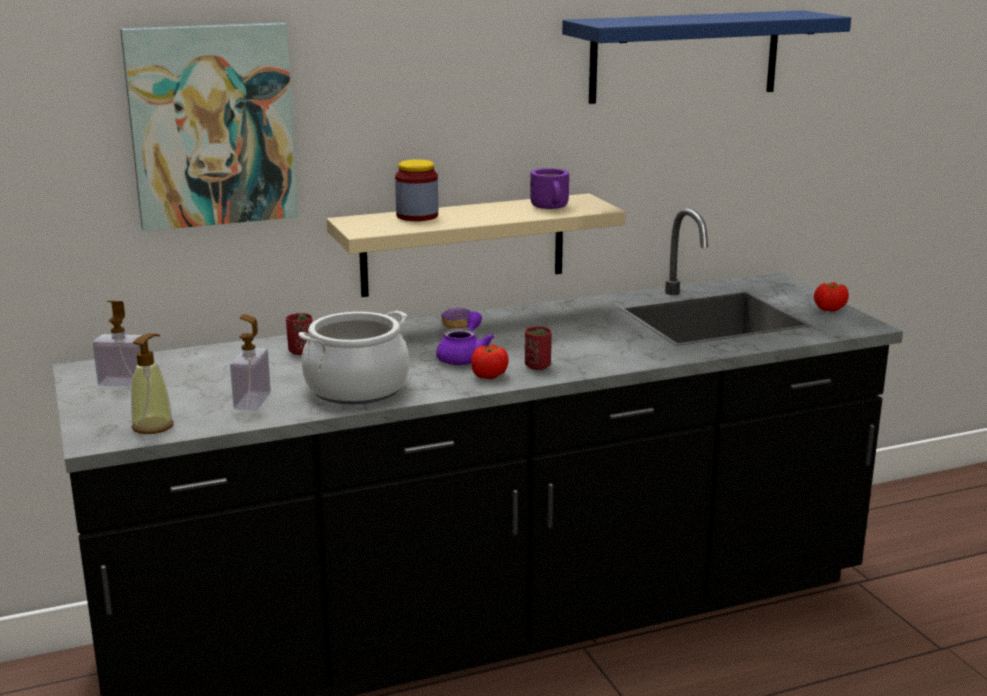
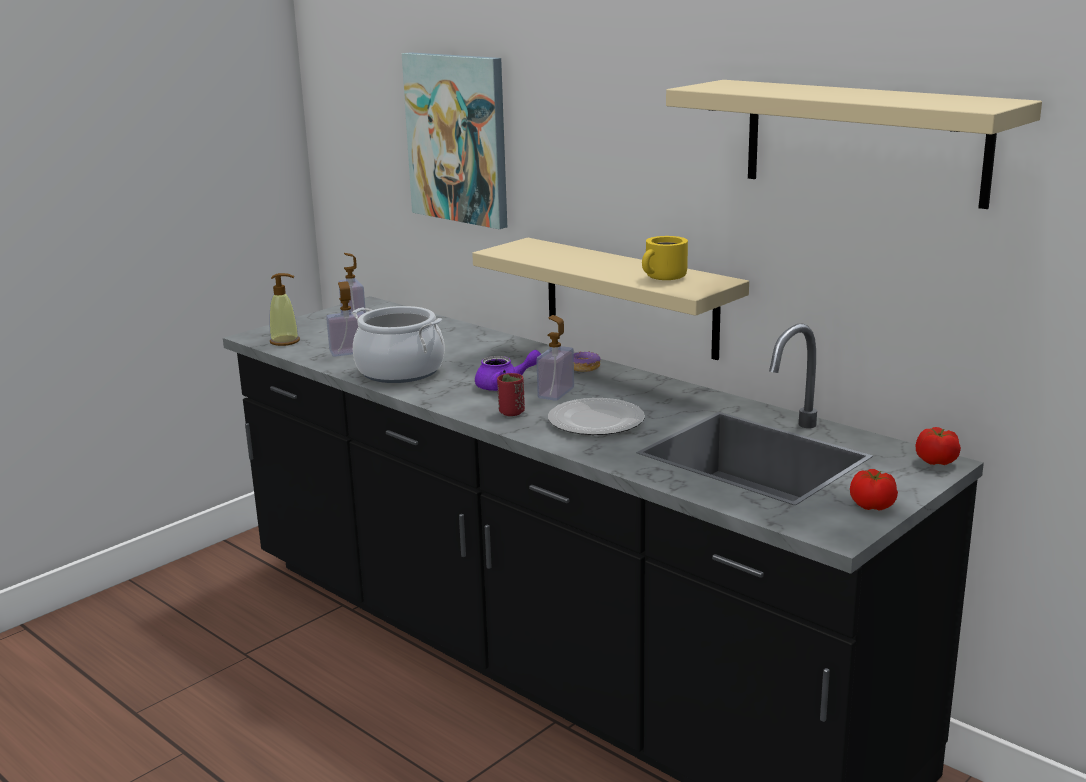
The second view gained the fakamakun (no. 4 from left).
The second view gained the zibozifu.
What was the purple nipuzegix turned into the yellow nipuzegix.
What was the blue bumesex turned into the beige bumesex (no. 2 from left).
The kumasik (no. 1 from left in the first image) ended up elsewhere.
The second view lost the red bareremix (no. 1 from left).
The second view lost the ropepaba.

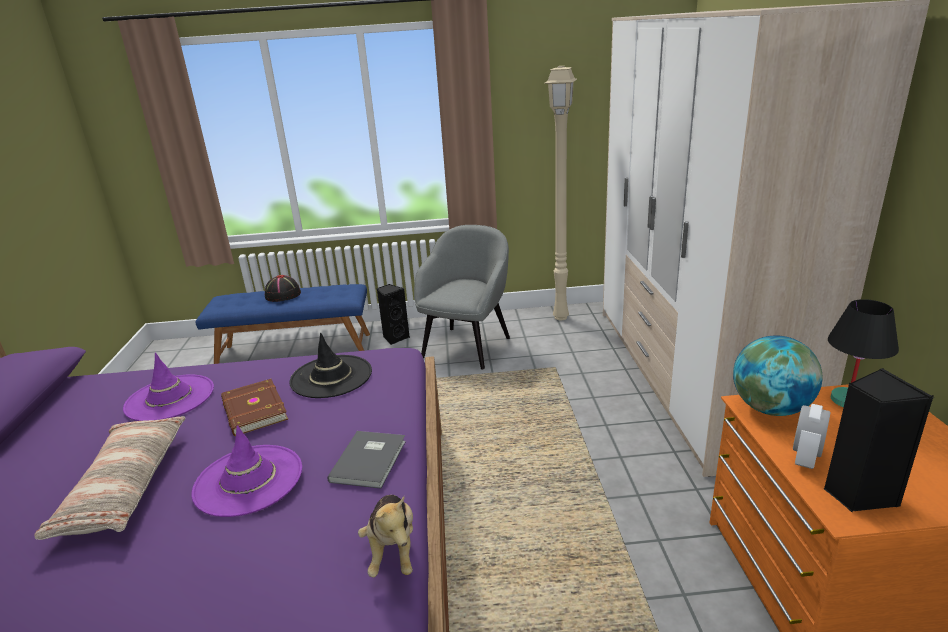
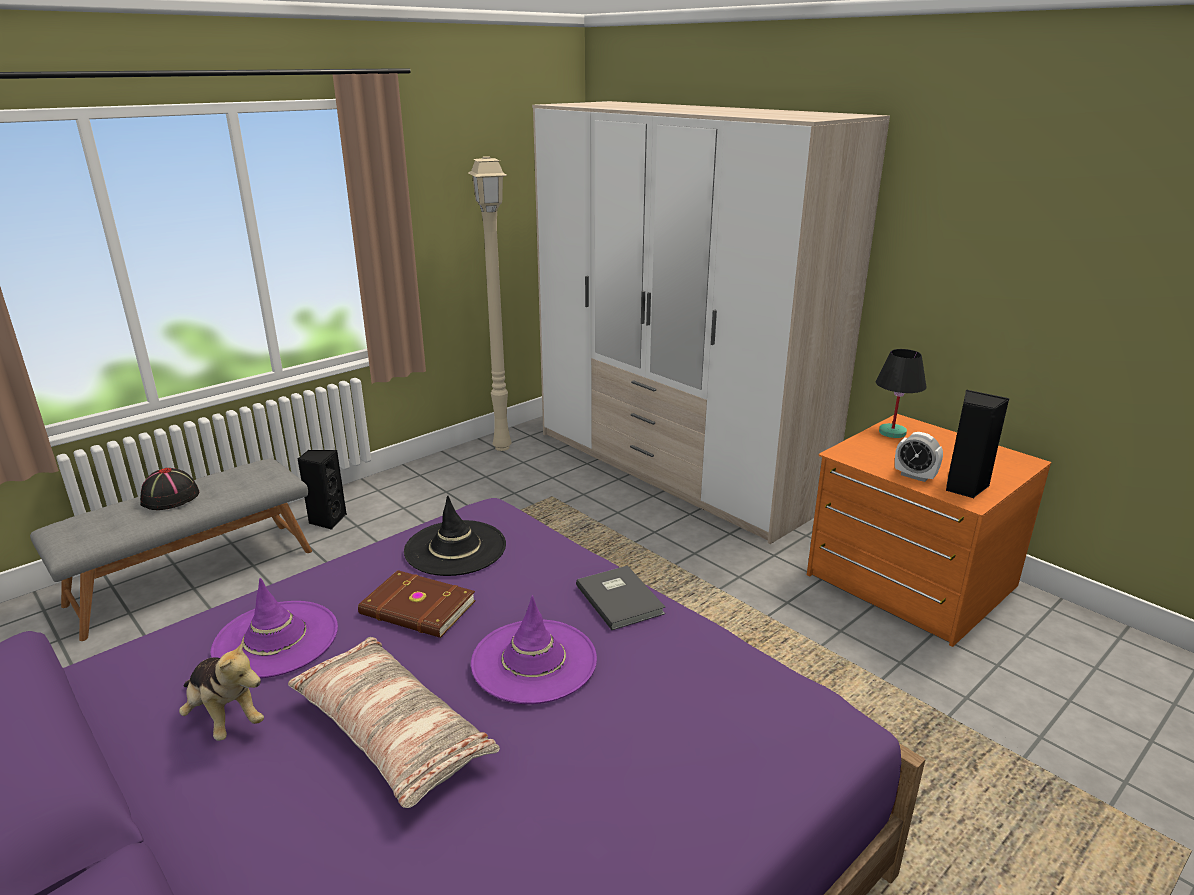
What was the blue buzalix turned into the grey buzalix.
The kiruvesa ended up elsewhere.
The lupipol ended up facing another way, 135 degrees clockwise from before.
The second view lost the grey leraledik.
The second view lost the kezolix.

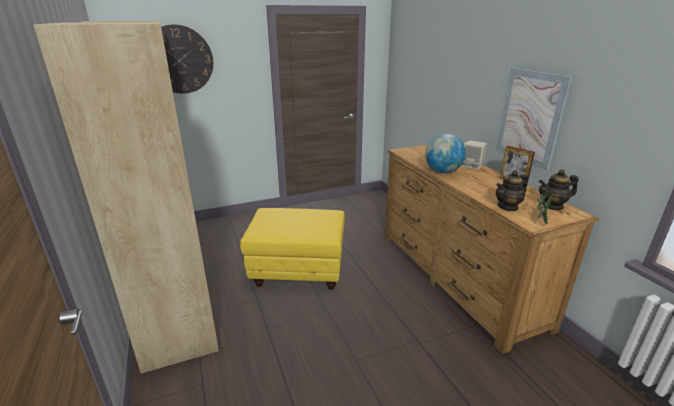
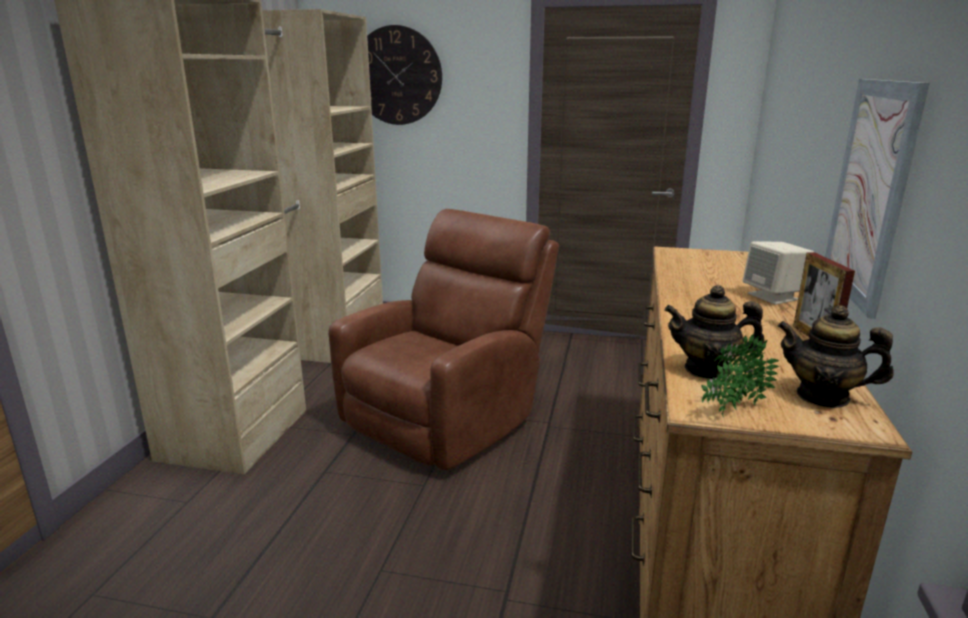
Where the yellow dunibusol stood, the brown leraledik came to stand.
The second view lost the kezolix.

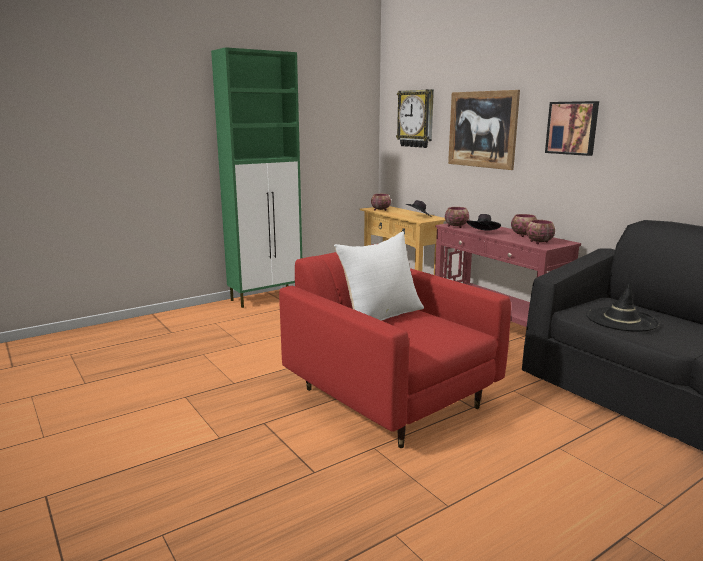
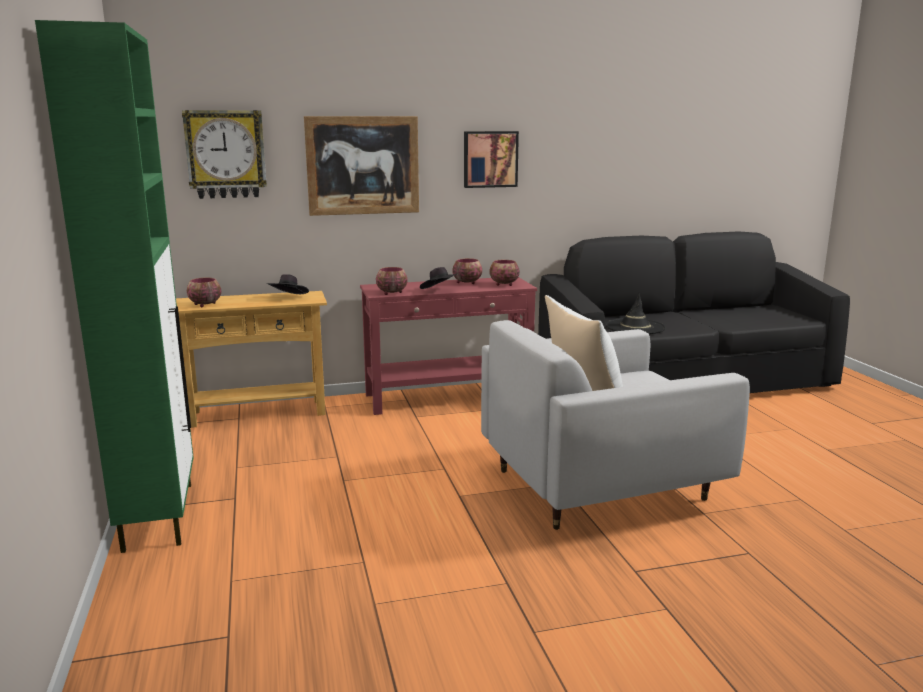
What was the red leraledik turned into the white leraledik.

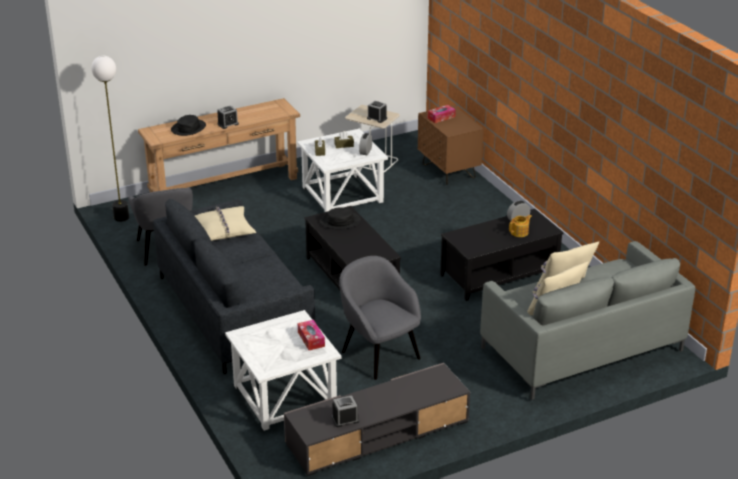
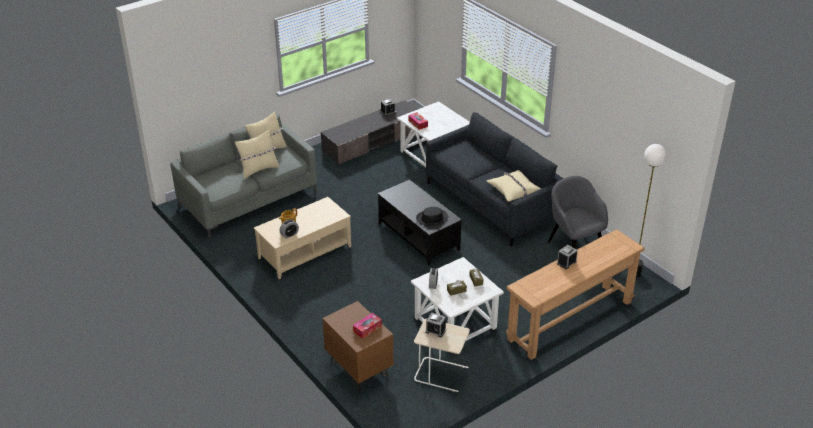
What was the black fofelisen (no. 2 from left) turned into the beige fofelisen.
The second view lost the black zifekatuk (no. 1 from left).
The second view lost the grey leraledik (no. 2 from left).

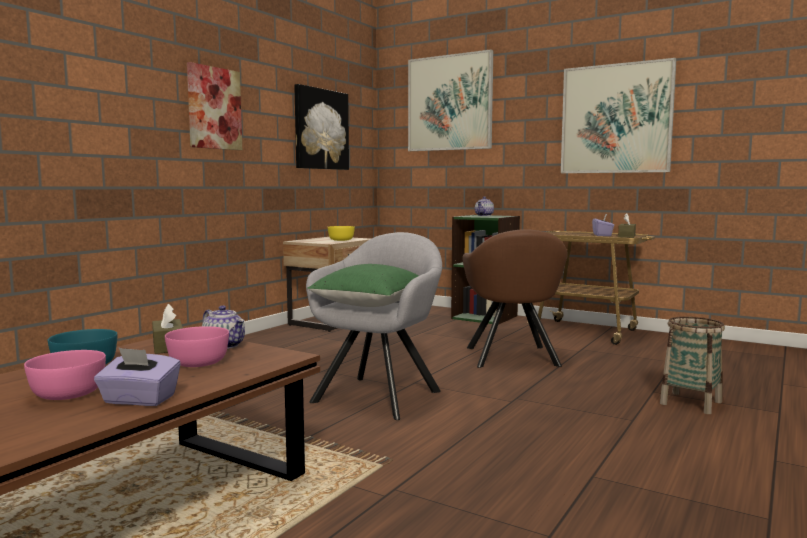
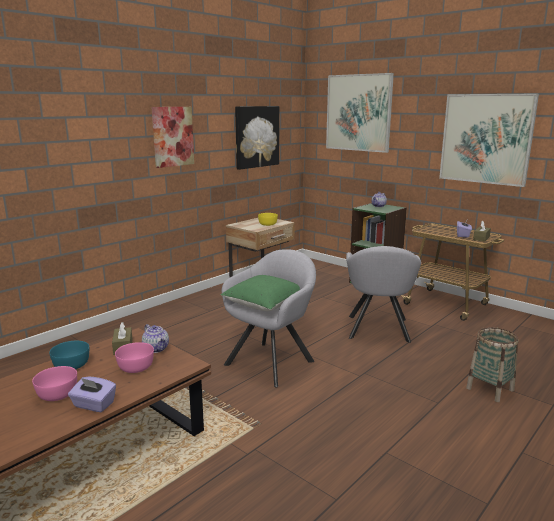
What was the brown leraledik turned into the grey leraledik (no. 2 from left).

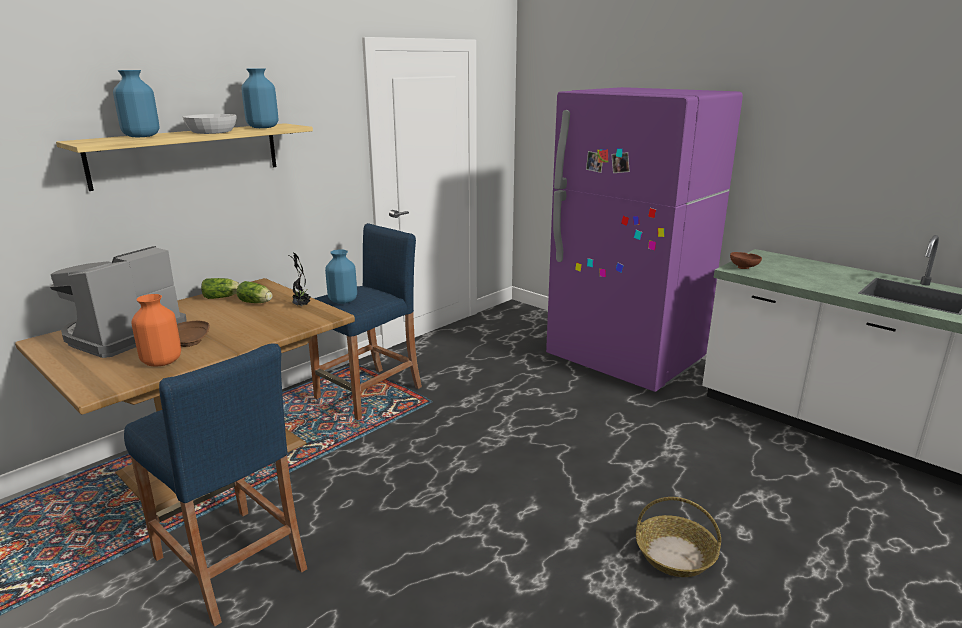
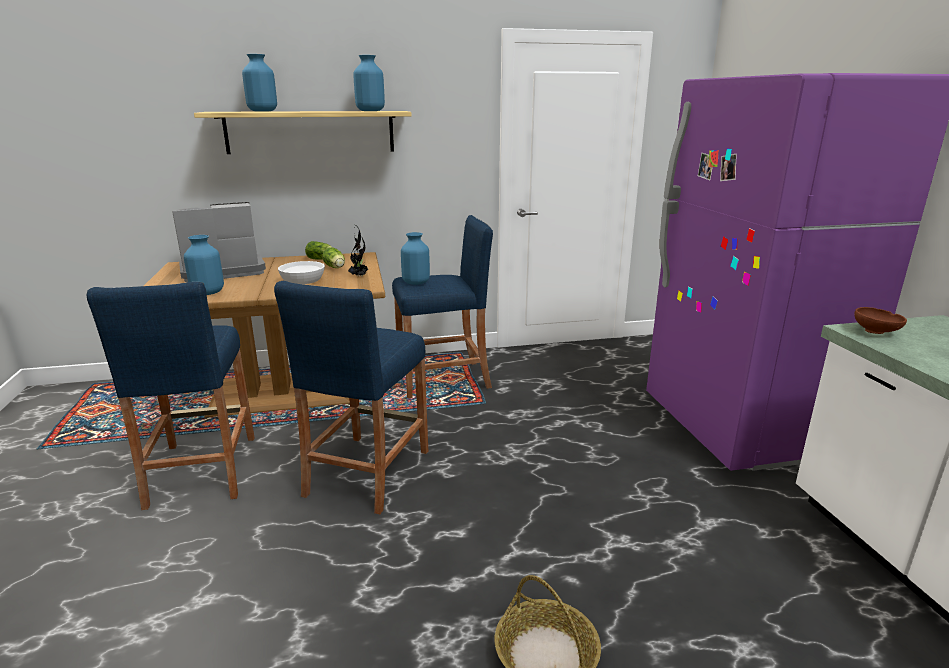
What was the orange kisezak turned into the blue kisezak (no. 1 from left).
The second view gained the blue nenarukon (no. 2 from left).
The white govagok ended up elsewhere.
The second view lost the brown zibozifu.

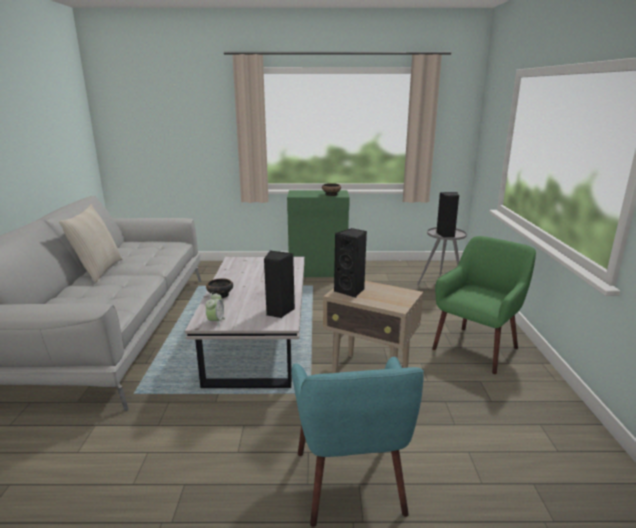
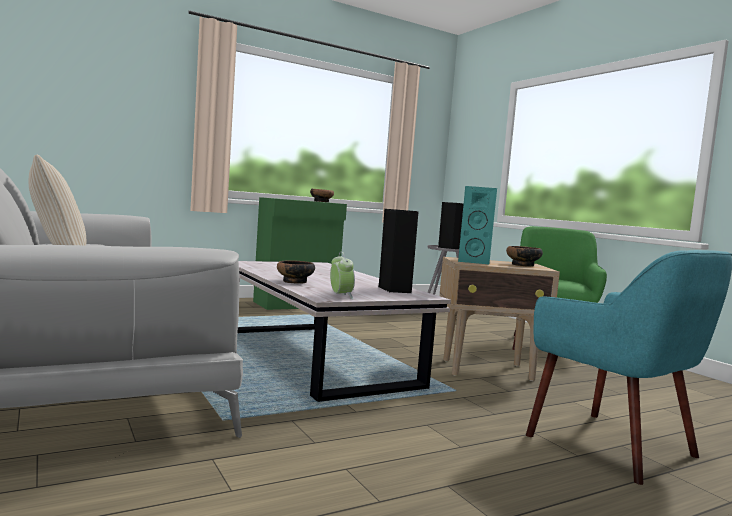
What was the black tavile (no. 2 from left) turned into the turquoise tavile.
The second view gained the govagok (no. 3 from left).

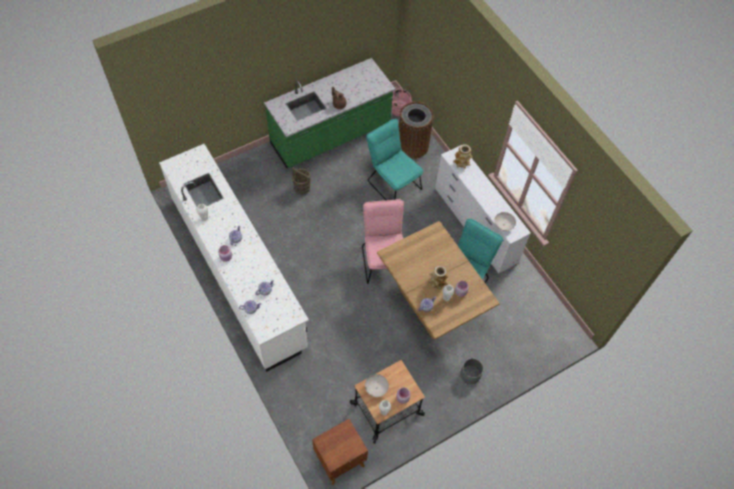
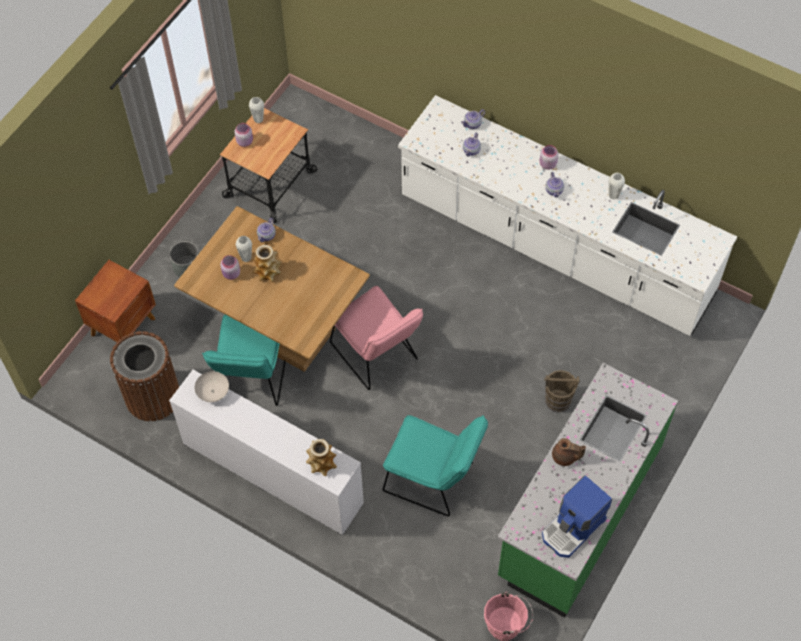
The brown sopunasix ended up elsewhere.
The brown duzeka ended up elsewhere.
The second view gained the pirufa.
The second view lost the white govagok (no. 1 from left).

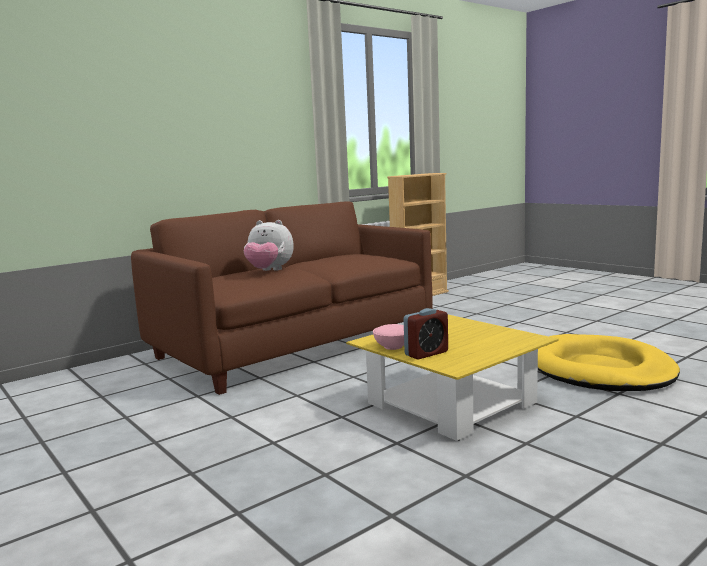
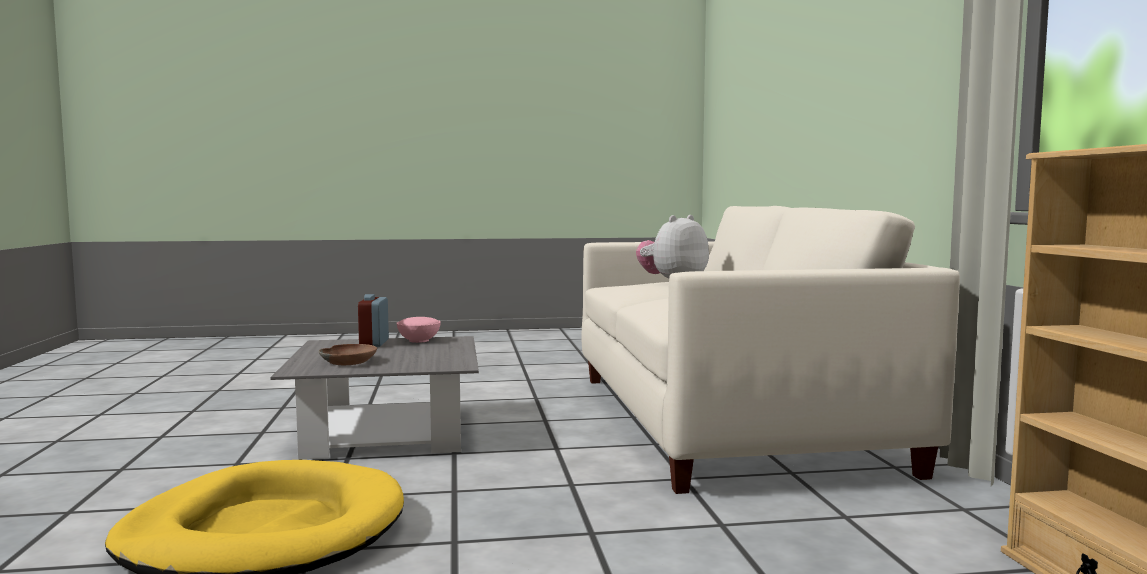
What was the yellow fofelisen turned into the grey fofelisen.
The second view gained the brown govagok.
What was the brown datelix turned into the white datelix.

